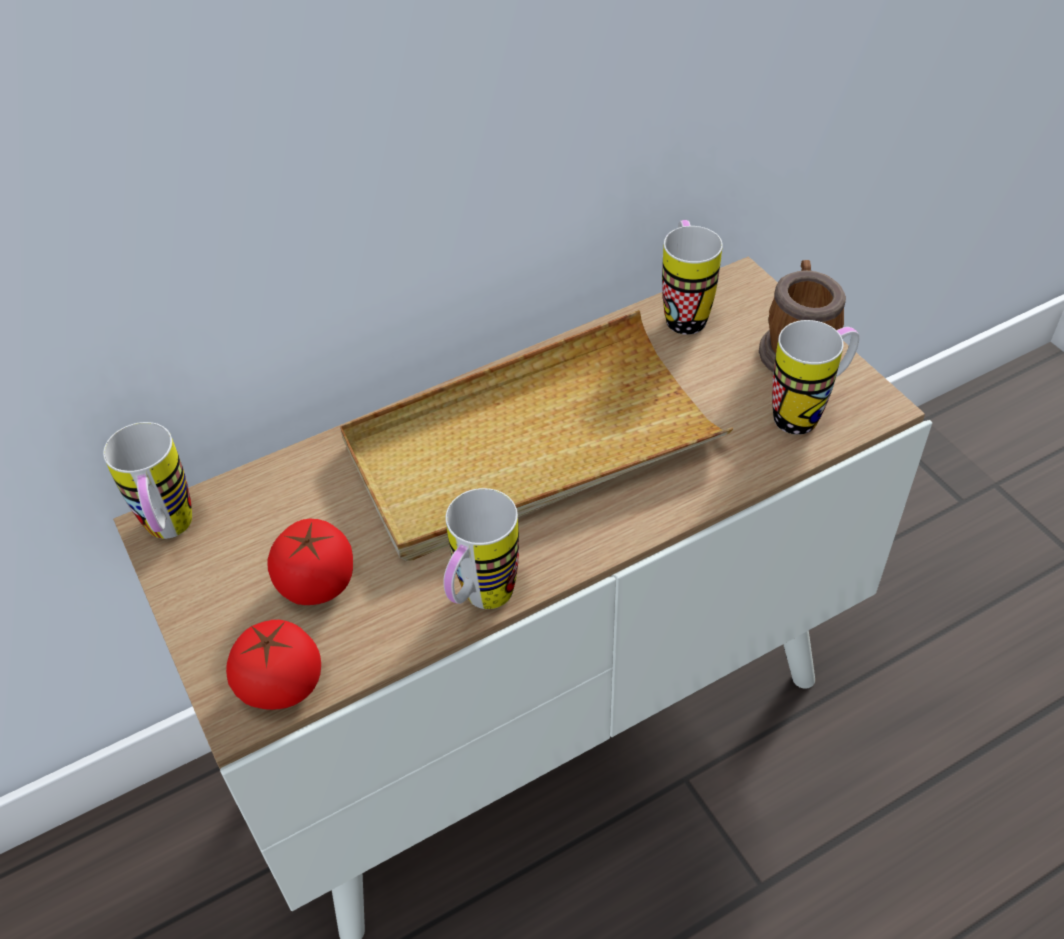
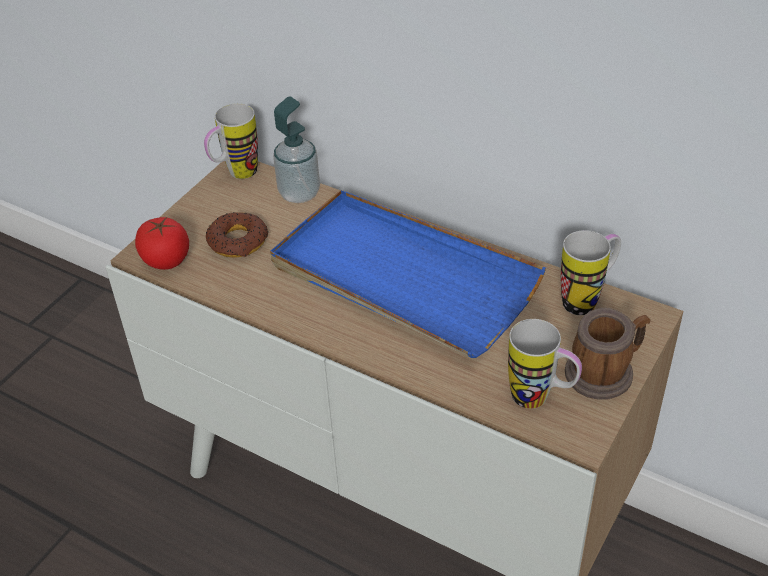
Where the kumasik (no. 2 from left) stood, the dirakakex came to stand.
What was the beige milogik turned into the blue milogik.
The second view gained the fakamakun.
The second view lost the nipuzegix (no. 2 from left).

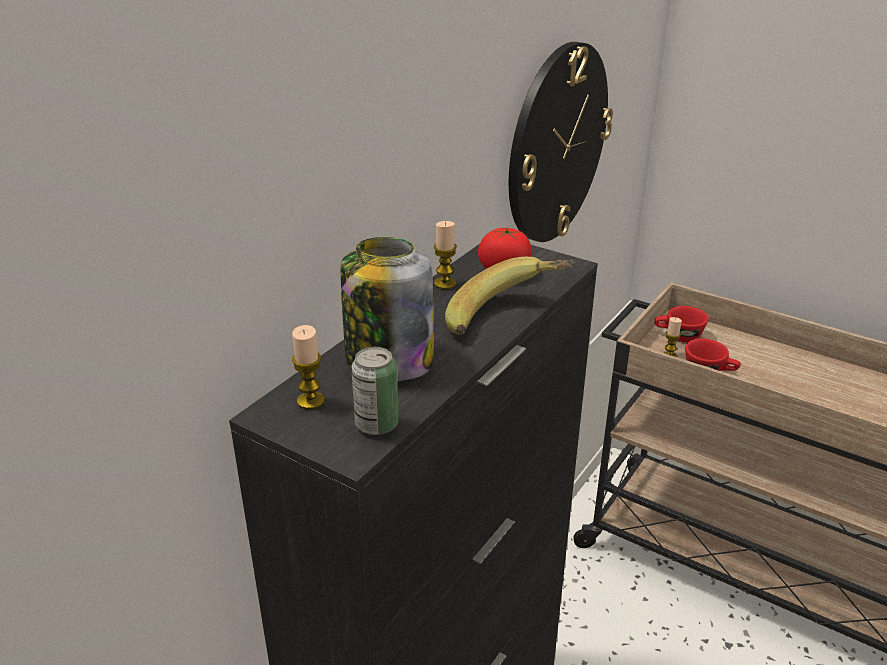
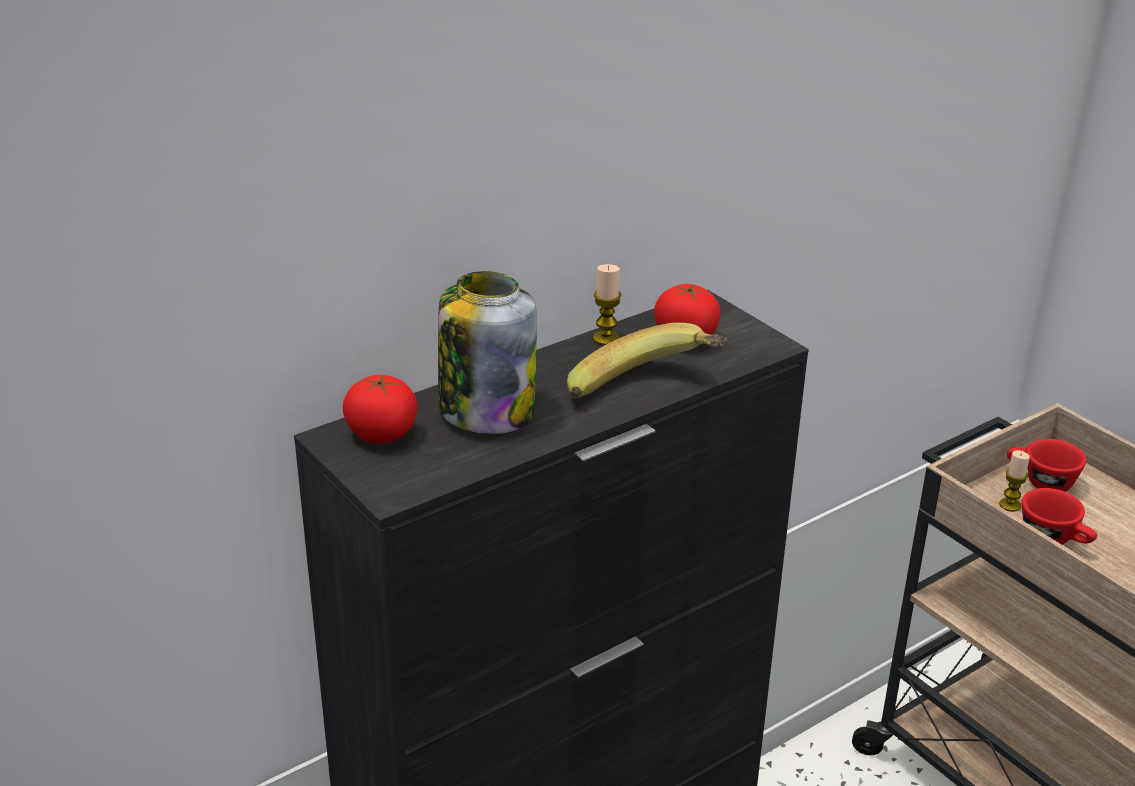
Where the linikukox (no. 1 from left) stood, the kumasik (no. 1 from left) came to stand.
The second view lost the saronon.
The second view lost the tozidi.

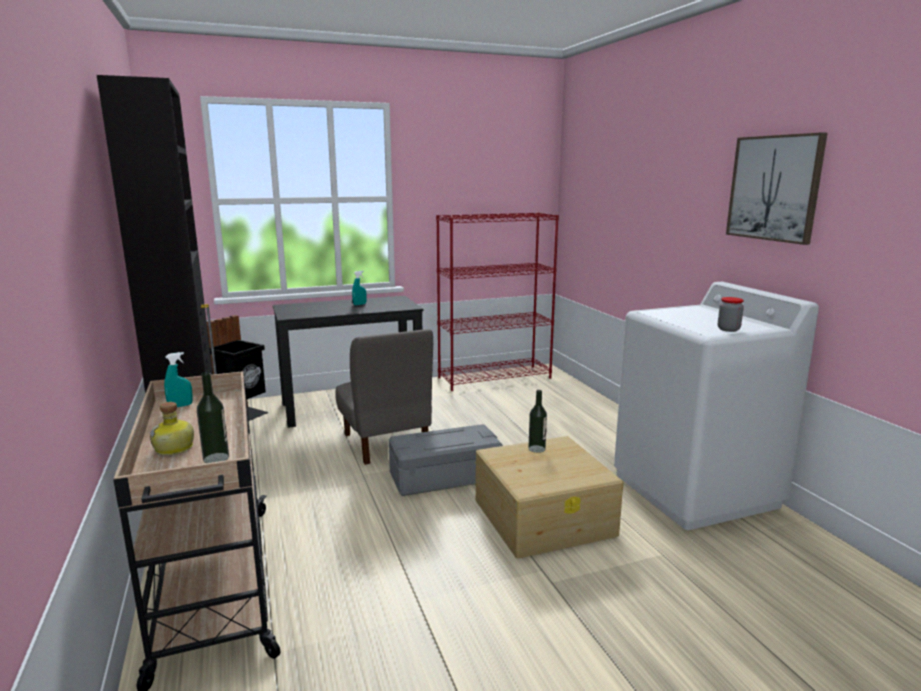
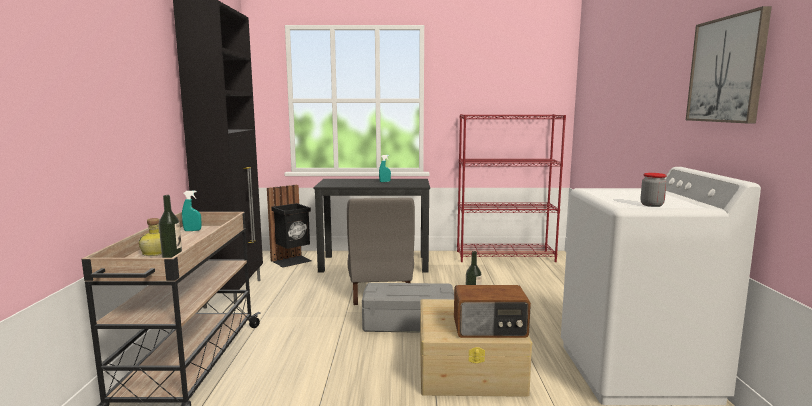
The second view gained the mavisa.

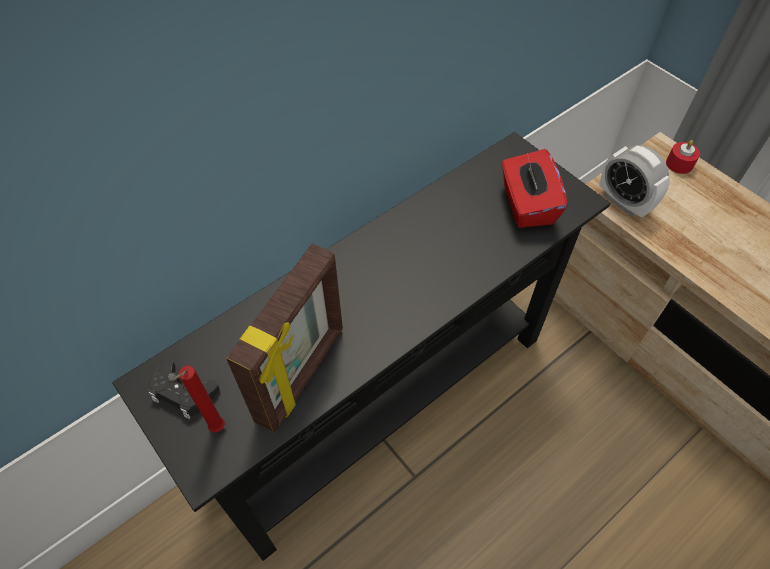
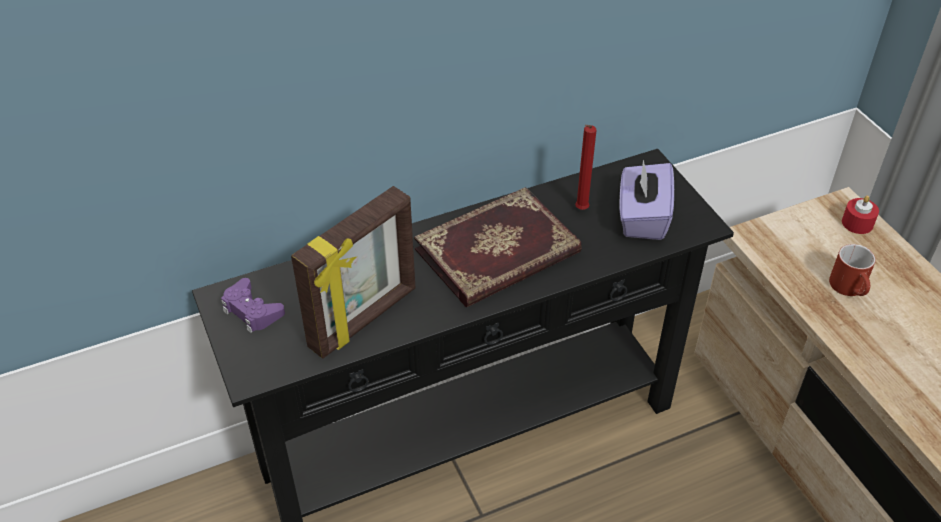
What was the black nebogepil turned into the purple nebogepil.
The second view gained the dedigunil.
The red linikukox (no. 1 from left) ended up elsewhere.
What was the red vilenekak turned into the purple vilenekak.
The second view gained the red nipuzegix.
The second view lost the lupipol.

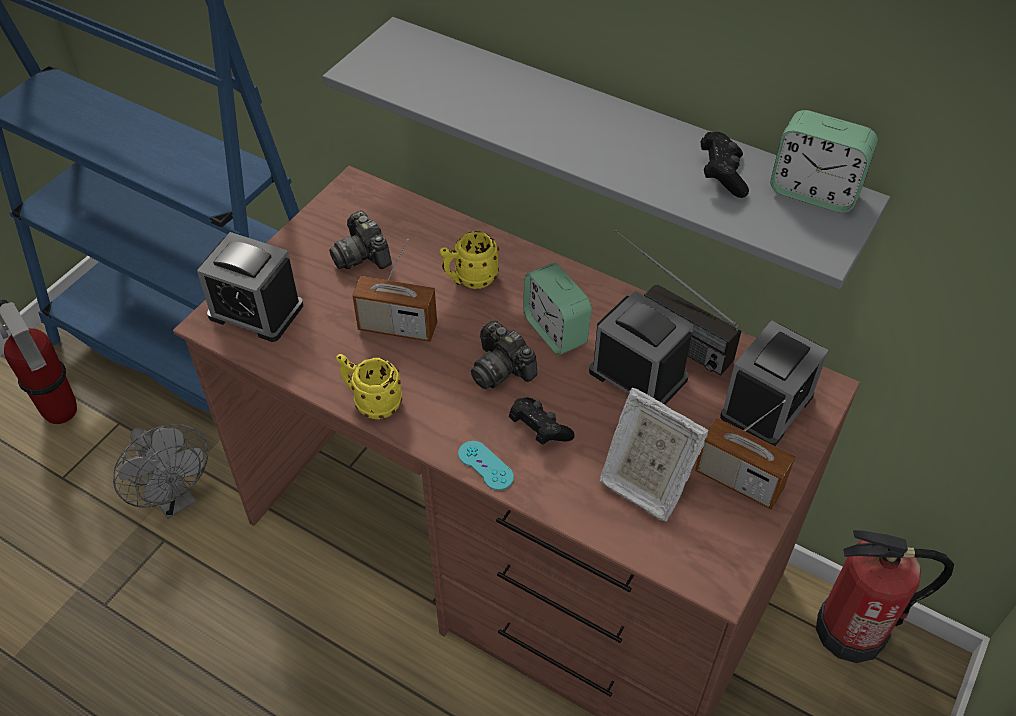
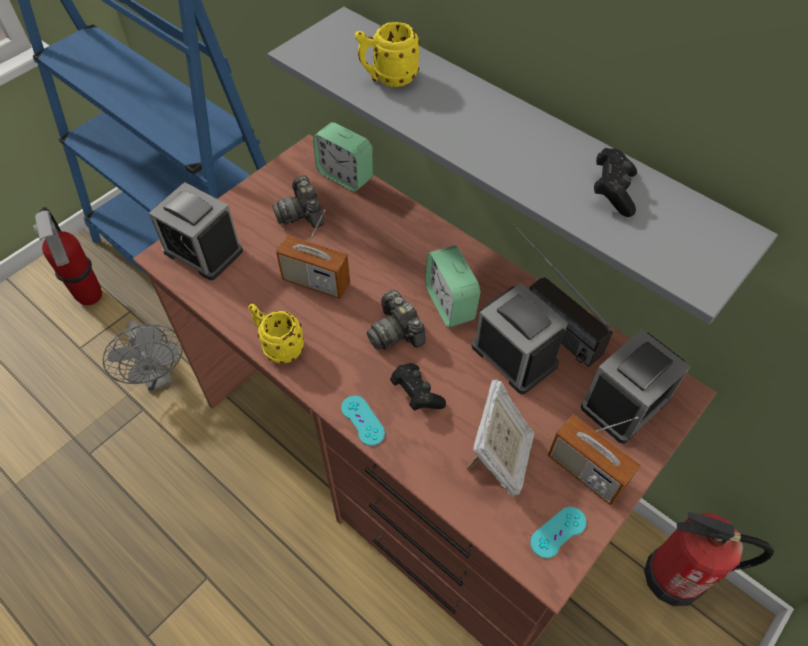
The lupipol (no. 5 from left in the first image) ended up elsewhere.
The yellow nipuzegix (no. 2 from left) ended up elsewhere.
The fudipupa ended up facing another way, 120 degrees counterclockwise from before.
The second view gained the turquoise nebogepil (no. 2 from left).

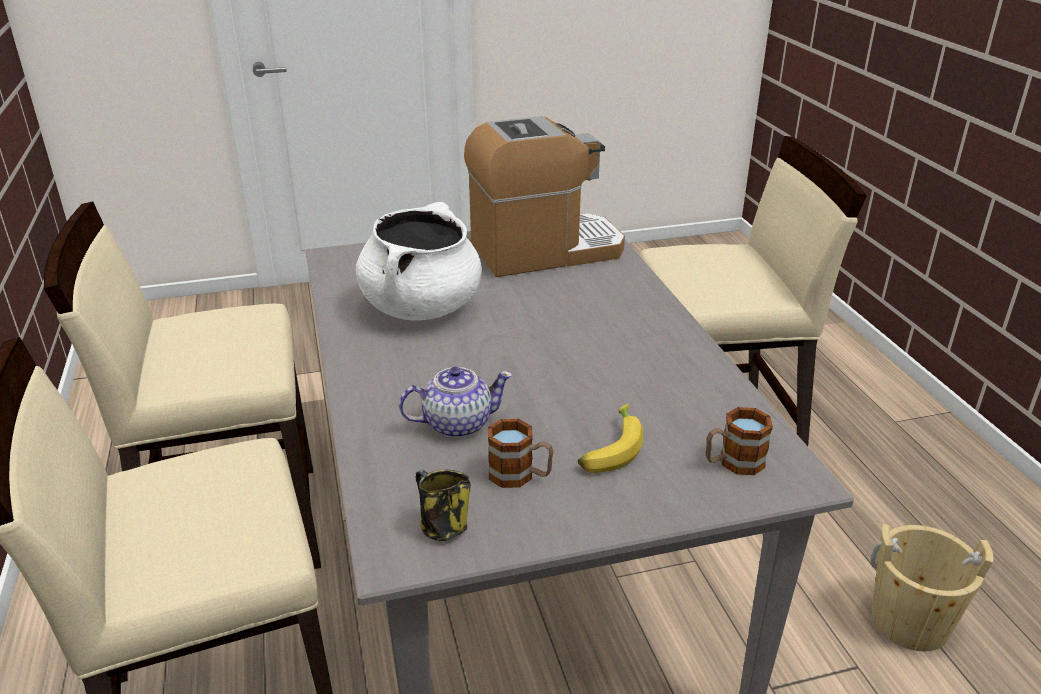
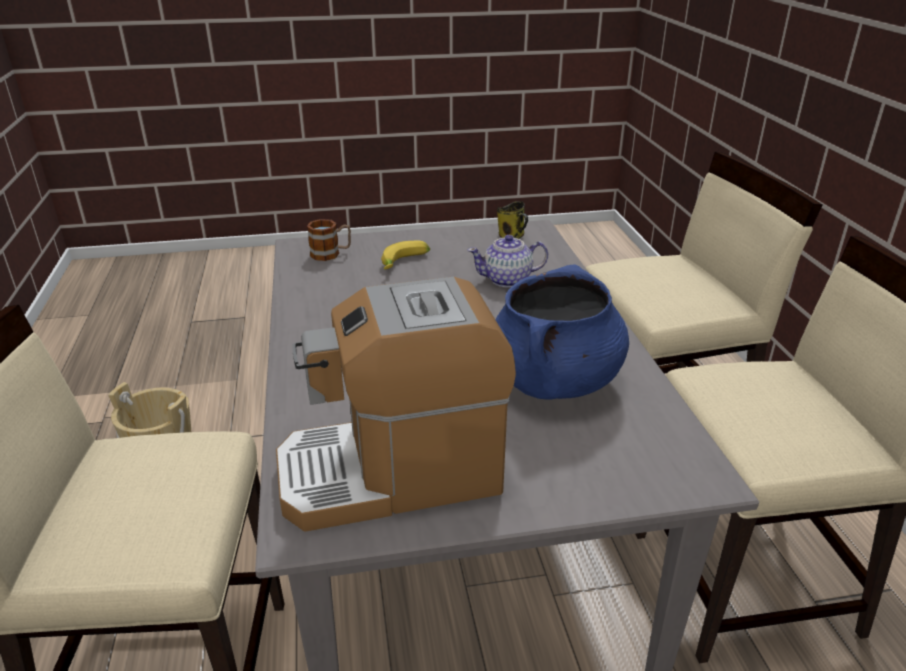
What was the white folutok turned into the blue folutok.
The second view lost the nipuzegix (no. 2 from left).

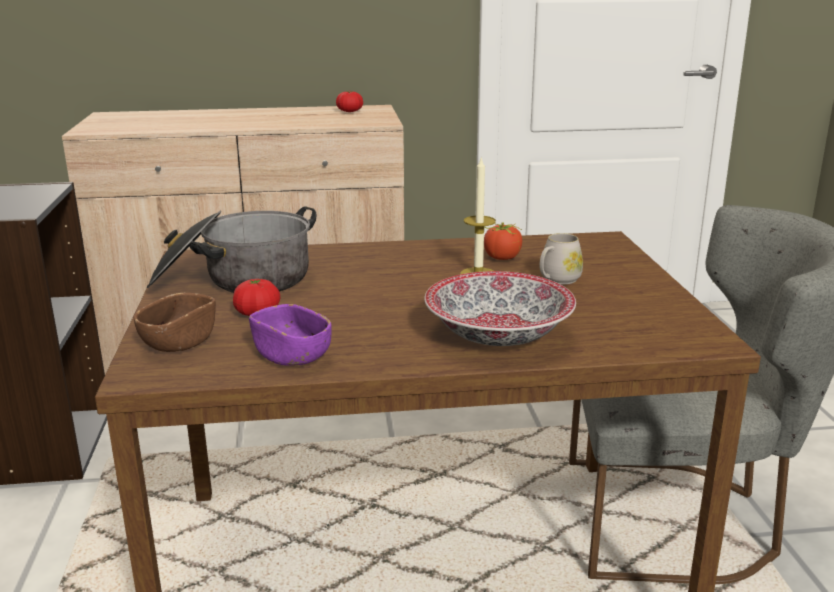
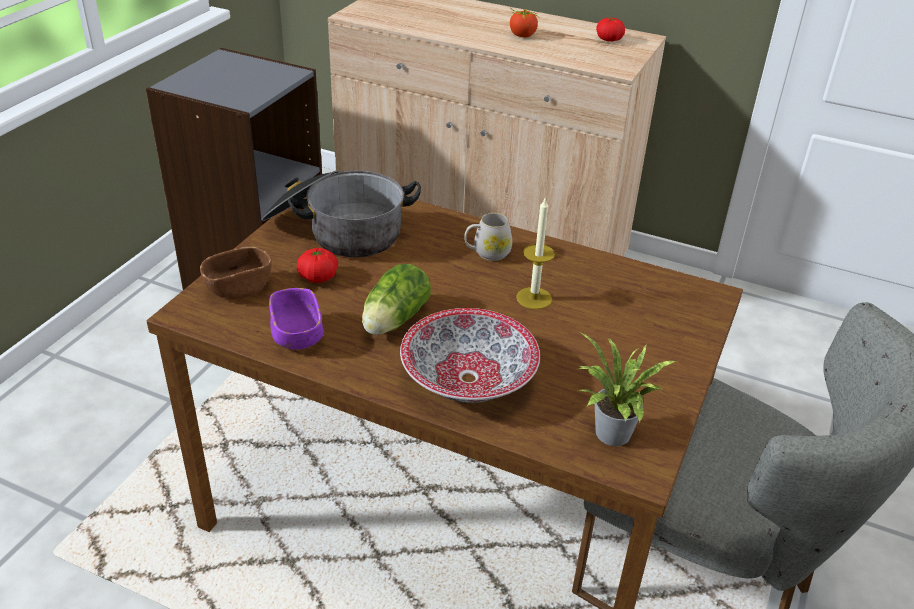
The second view gained the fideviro.
The white nipuzegix ended up elsewhere.
The kumasik (no. 3 from left in the first image) ended up elsewhere.
The second view gained the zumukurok.

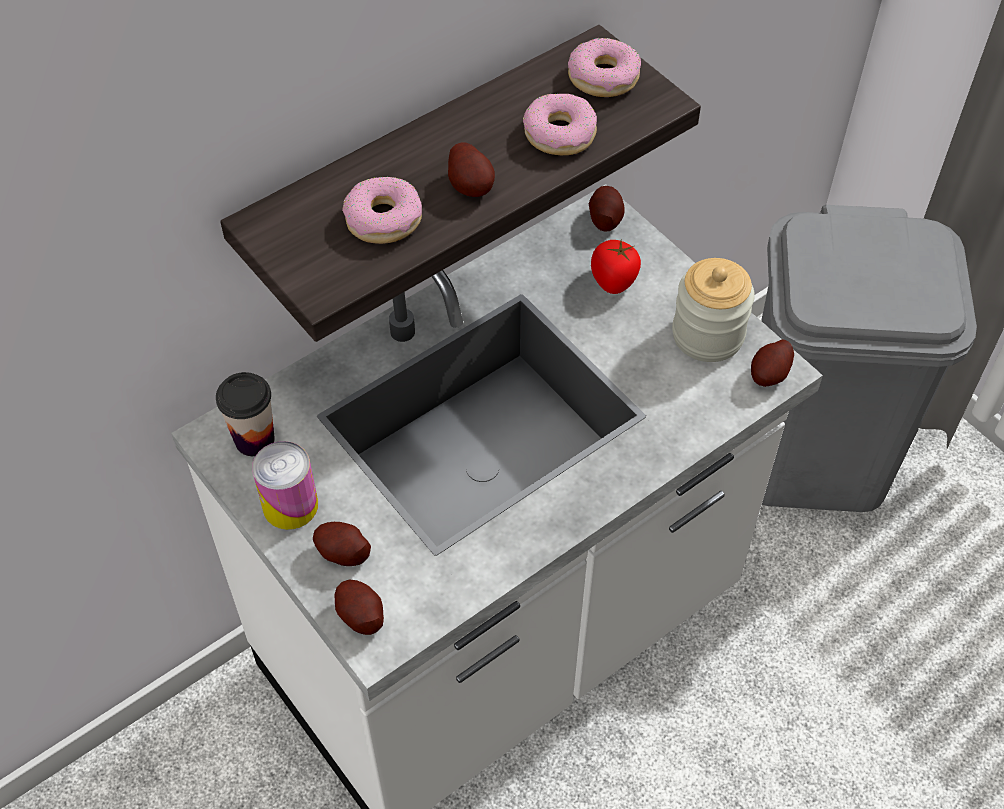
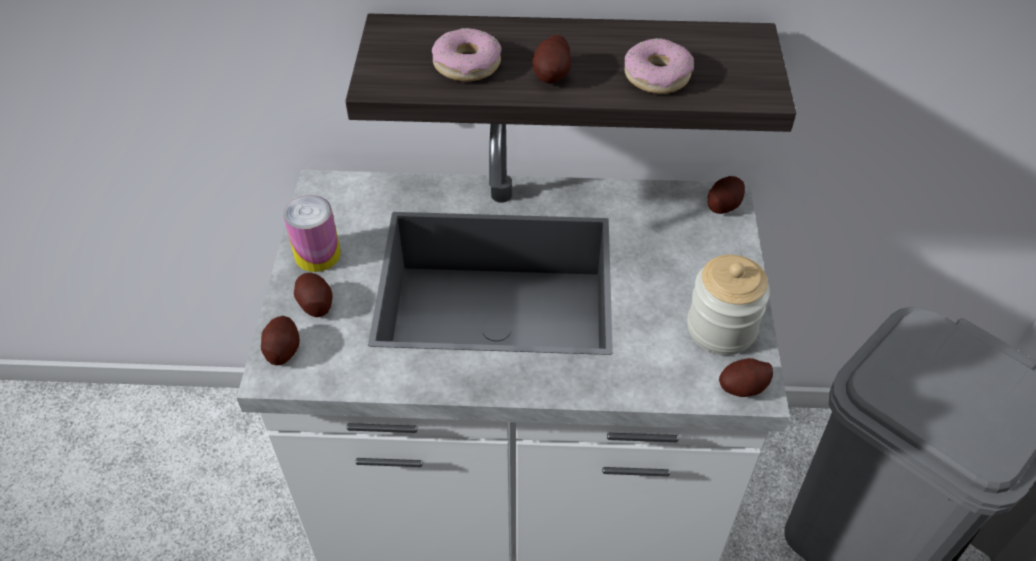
The second view lost the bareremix.
The second view lost the dirakakex (no. 3 from left).
The second view lost the kumasik.

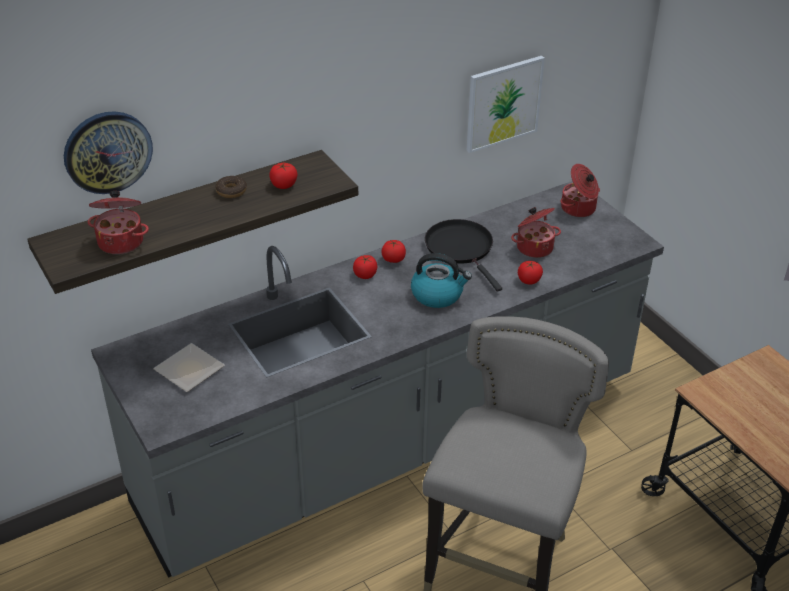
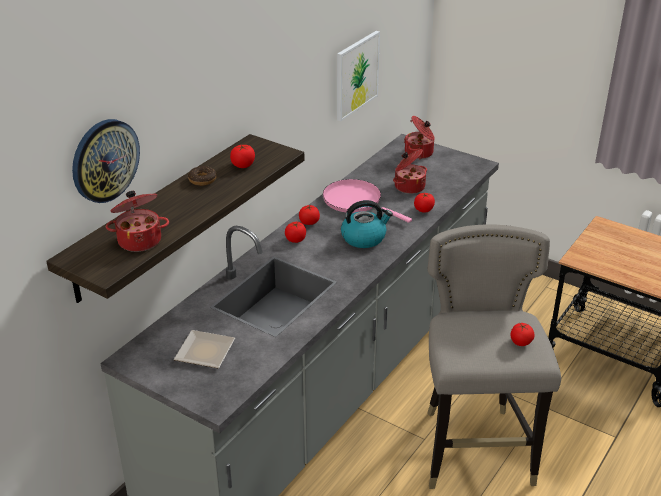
What was the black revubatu turned into the pink revubatu.
The second view gained the kumasik (no. 5 from left).

